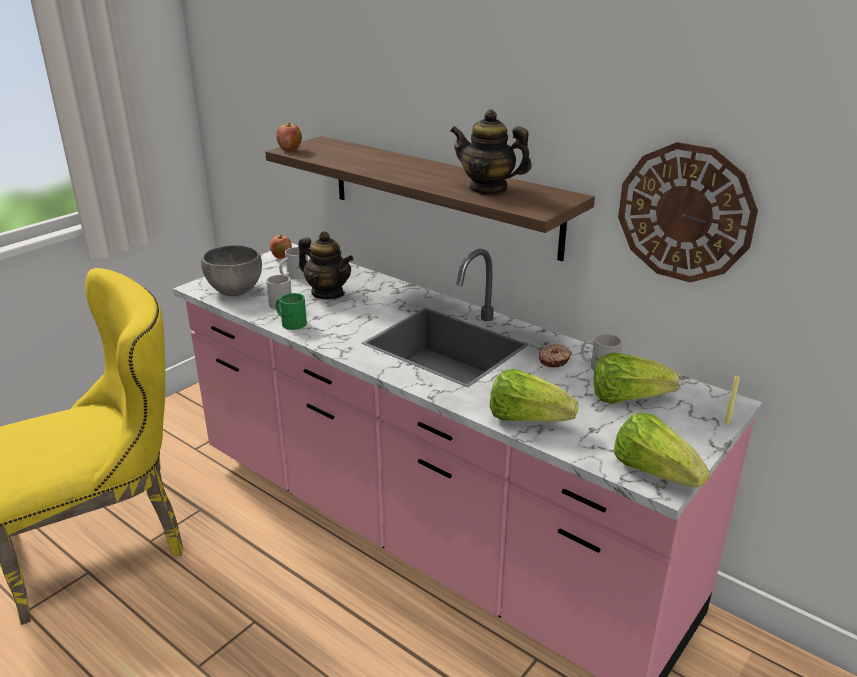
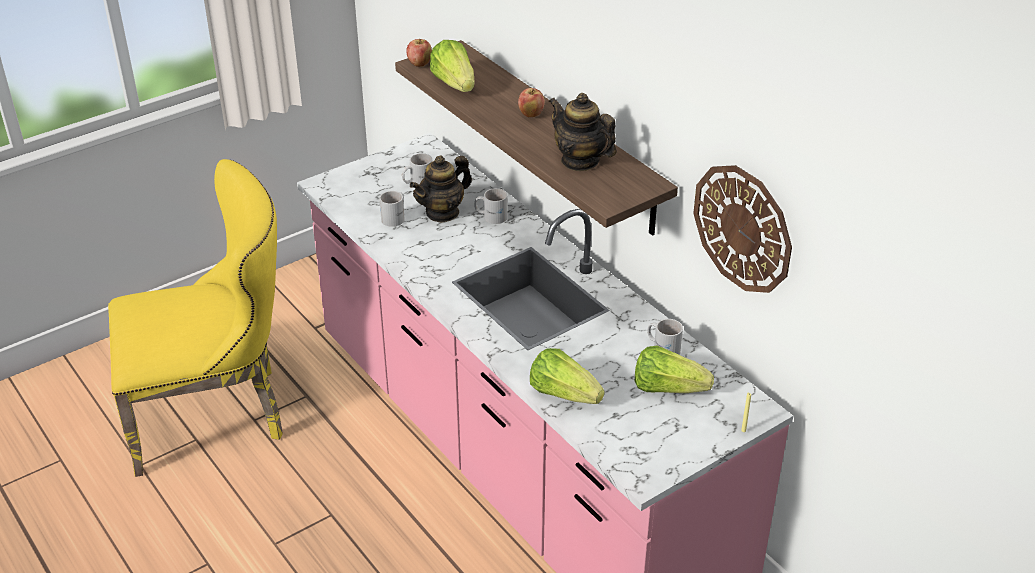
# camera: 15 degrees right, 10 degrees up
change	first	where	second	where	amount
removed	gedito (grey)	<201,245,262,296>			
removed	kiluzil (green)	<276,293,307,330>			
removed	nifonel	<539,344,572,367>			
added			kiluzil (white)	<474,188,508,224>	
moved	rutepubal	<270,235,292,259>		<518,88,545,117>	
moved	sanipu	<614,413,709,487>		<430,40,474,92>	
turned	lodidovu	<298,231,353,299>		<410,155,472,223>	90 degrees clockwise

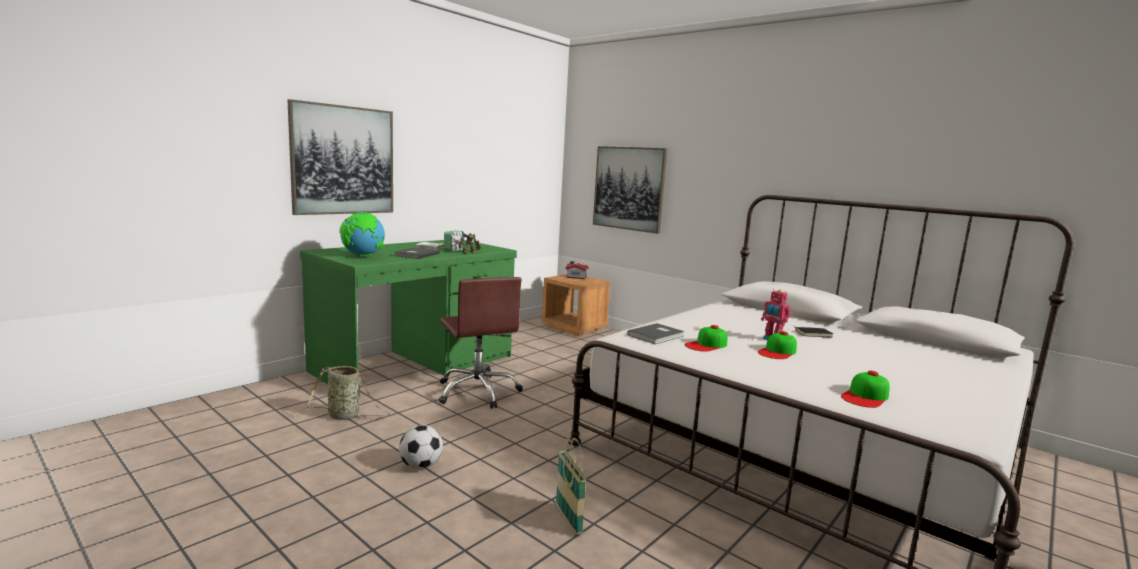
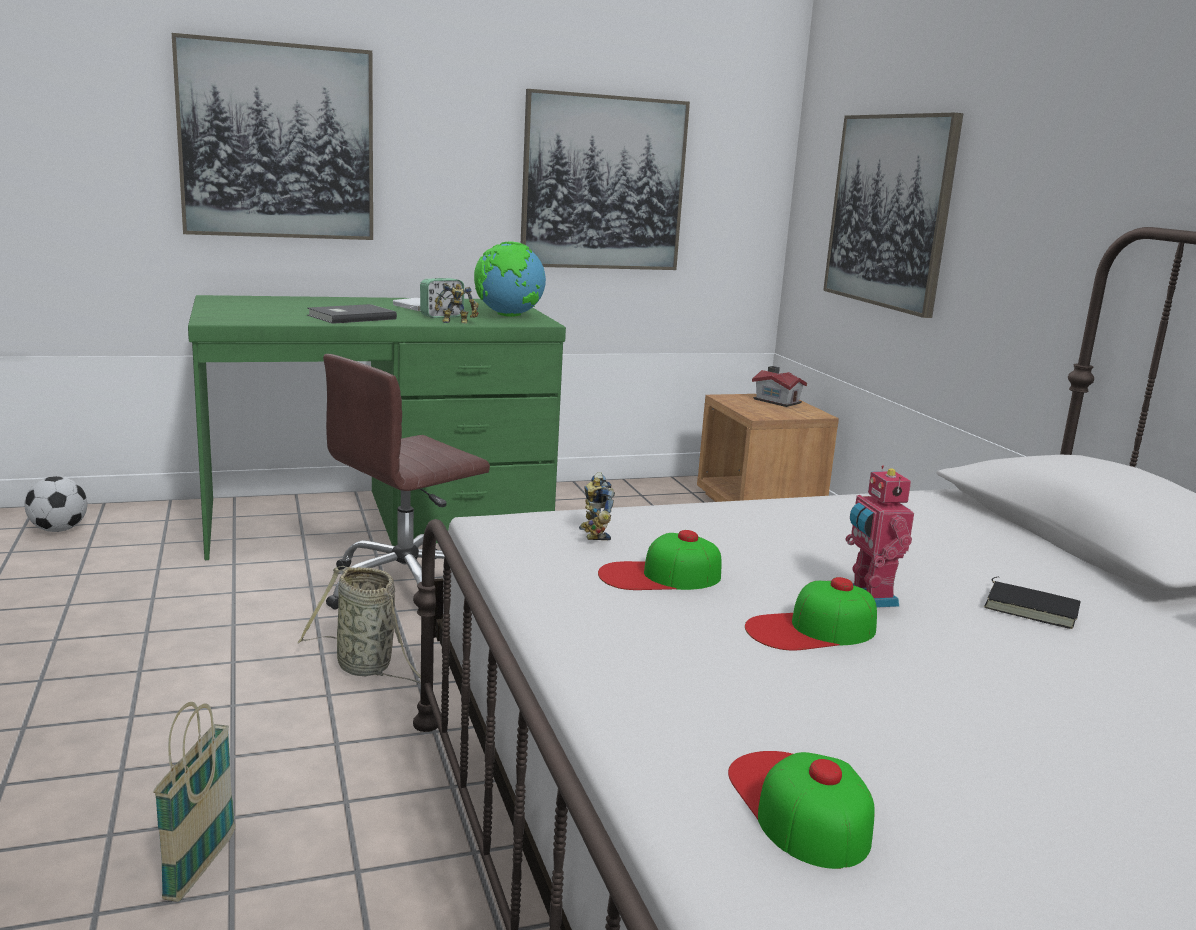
# camera: 30 degrees right, 5 degrees up
change	first	where	second	where	amount
added			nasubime	<521,89,690,270>	
moved	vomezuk	<306,366,390,420>		<298,566,421,684>	
moved	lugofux	<339,212,385,256>		<474,242,546,317>	
moved	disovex	<399,425,443,469>		<24,476,87,532>	
replaced	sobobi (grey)	<627,323,685,344>	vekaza	<579,472,615,540>	
turned	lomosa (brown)	<439,277,523,409>		<323,354,490,610>	45 degrees clockwise
turned	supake	<841,371,890,408>		<728,751,874,869>	90 degrees clockwise

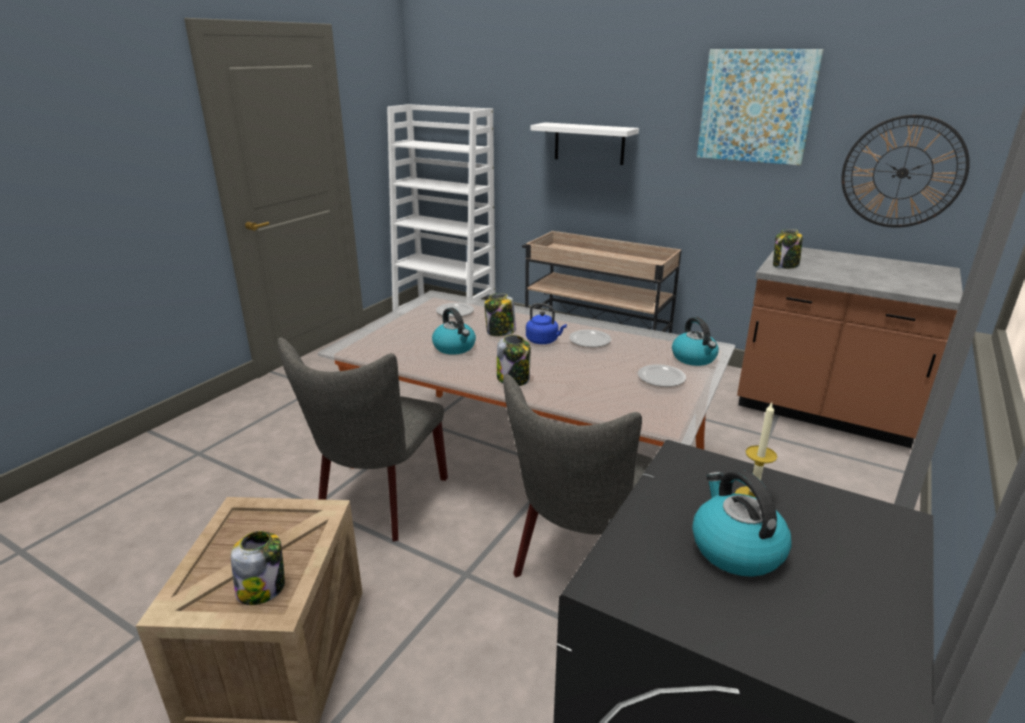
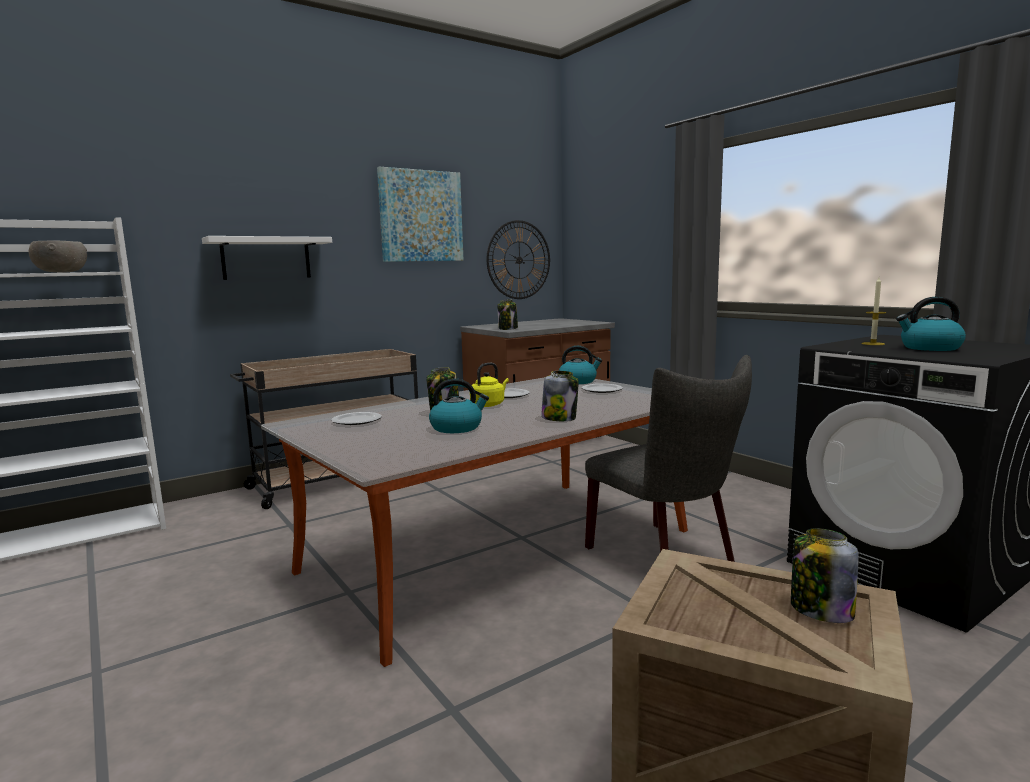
# camera: 65 degrees left, 15 degrees down
change	first	where	second	where	amount
removed	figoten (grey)	<278,337,448,542>			
added			gedito (grey)	<28,240,87,273>	
recoloured	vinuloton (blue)	<526,303,567,344>	vinuloton (yellow)	<470,363,509,407>	

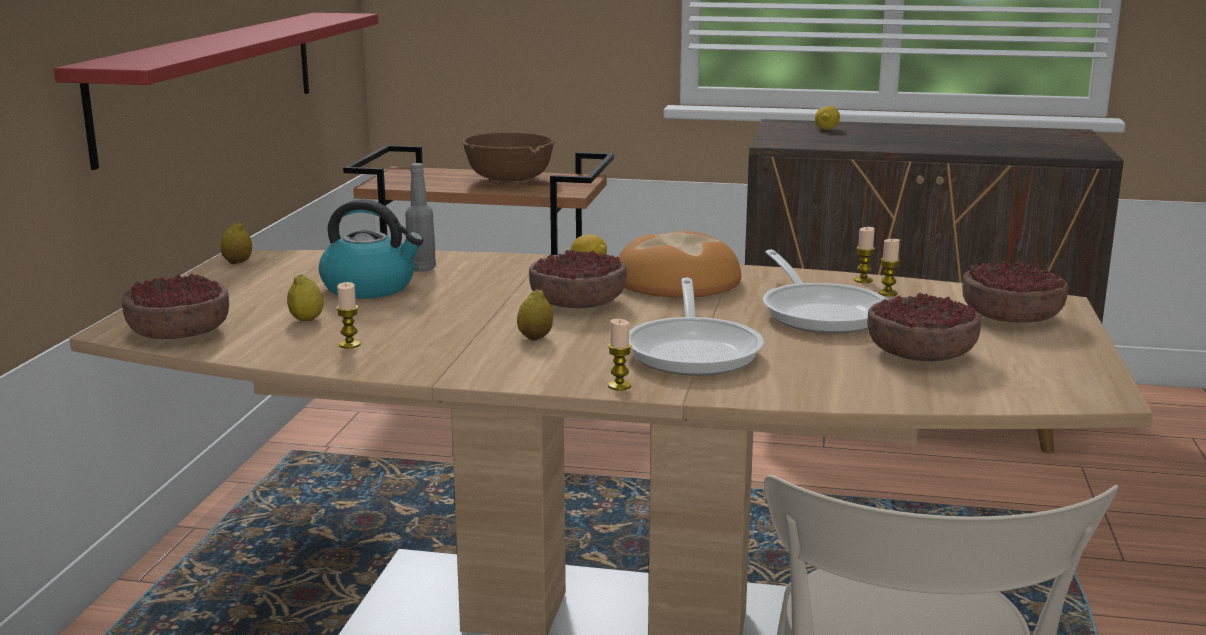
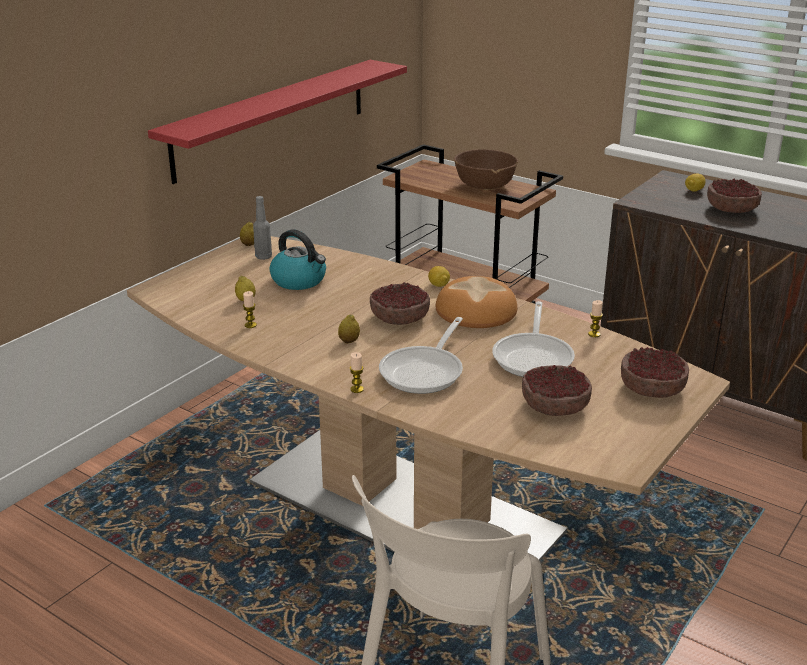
# camera: 25 degrees right, 10 degrees up
change	first	where	second	where	amount
removed	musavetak	<878,239,900,296>			
moved	gedito	<122,273,229,339>		<707,179,762,213>	
moved	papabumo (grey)	<405,163,436,272>		<253,196,272,260>	

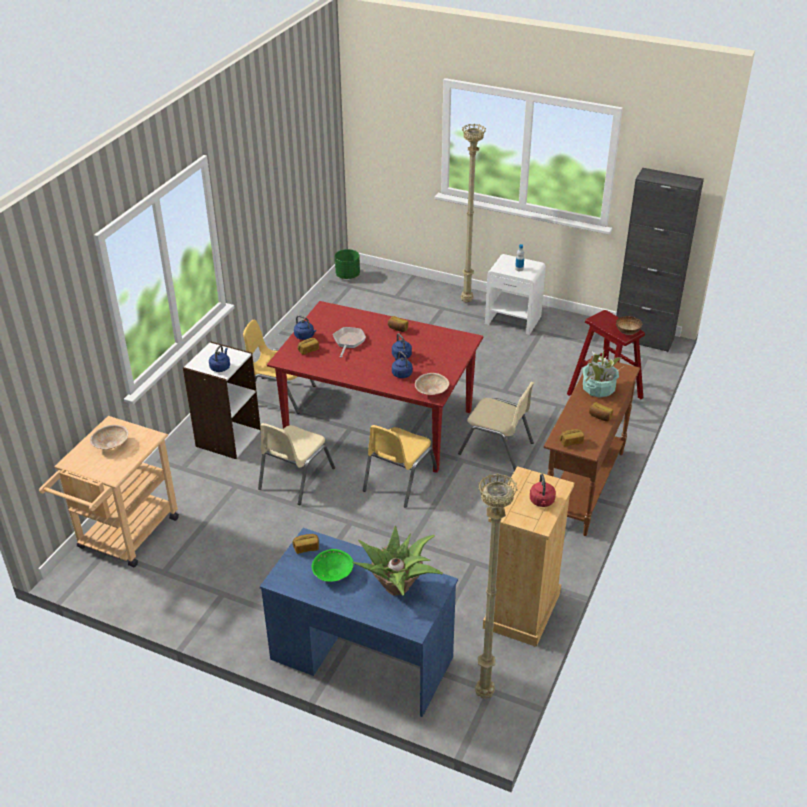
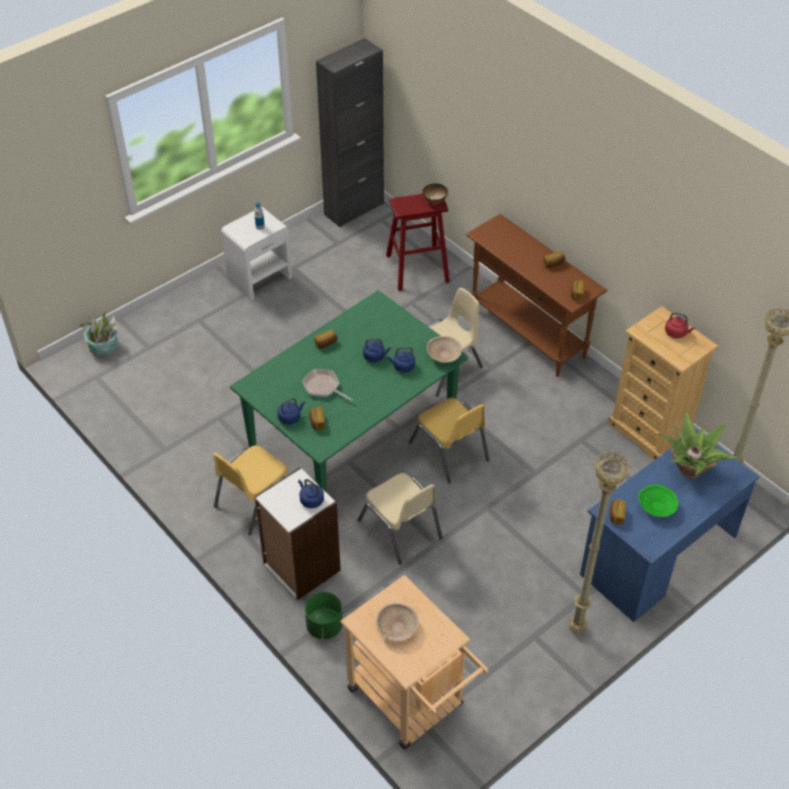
# camera: 65 degrees left, 10 degrees up
change	first	where	second	where	amount
moved	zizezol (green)	<335,249,360,279>		<305,592,343,639>	
moved	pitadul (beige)	<461,124,486,303>		<569,451,630,634>	
moved	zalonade	<583,350,622,398>		<77,311,119,355>	
recoloured	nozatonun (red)	<267,301,483,473>	nozatonun (green)	<230,290,469,493>	

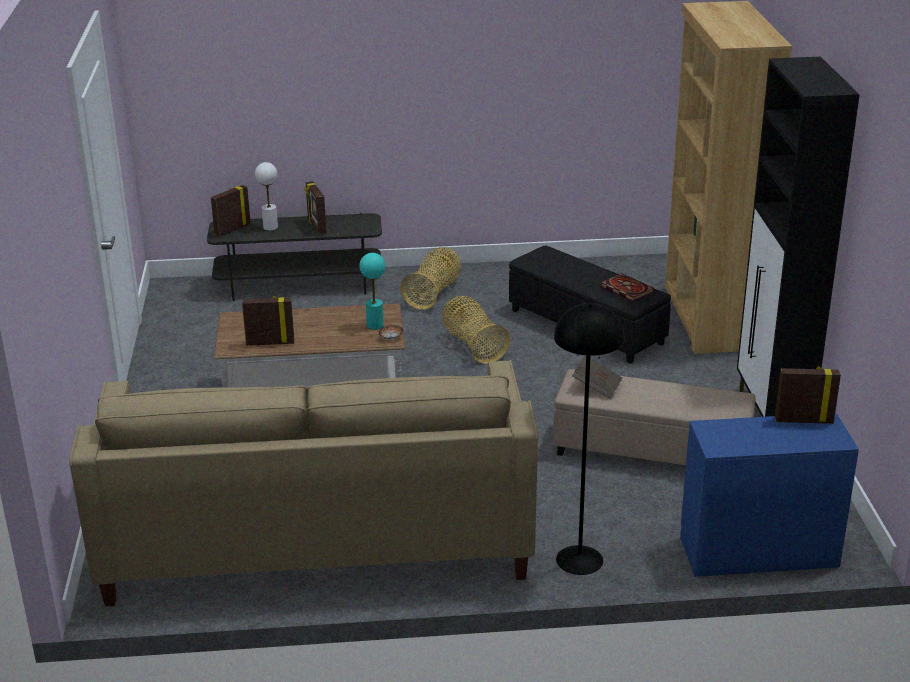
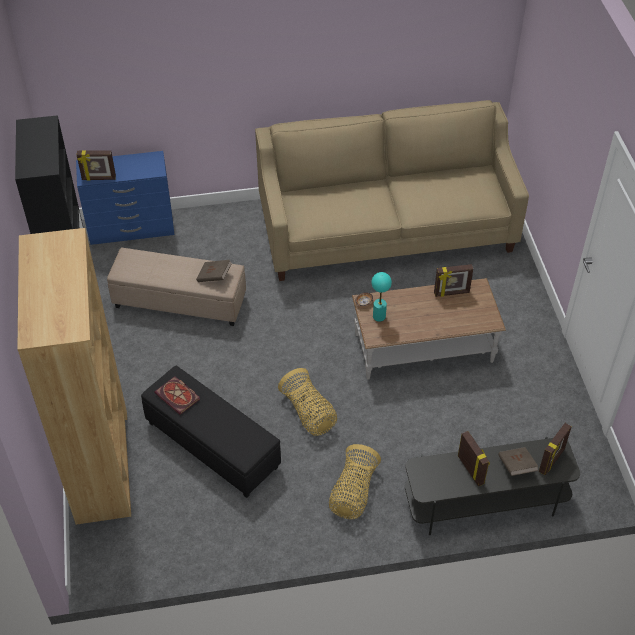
# camera: 175 degrees right, 20 degrees up
change	first	where	second	where	amount
removed	pitadul (black)	<554,303,624,575>			
replaced	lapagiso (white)	<255,162,278,231>	sobobi (brown)	<498,447,538,476>	

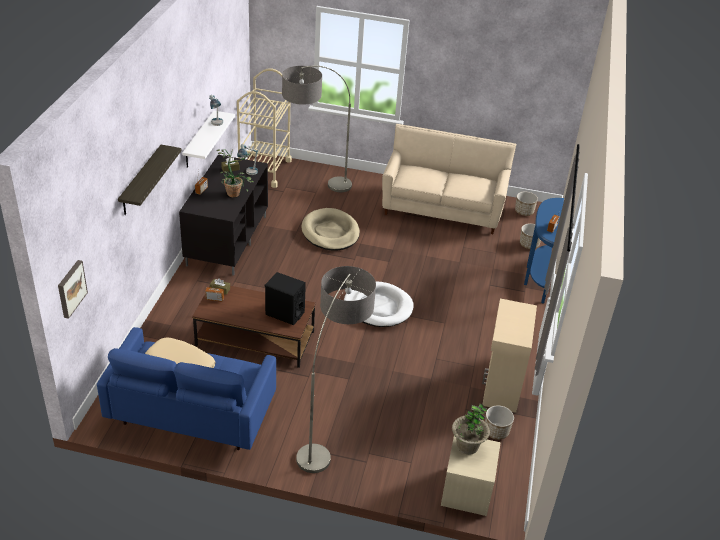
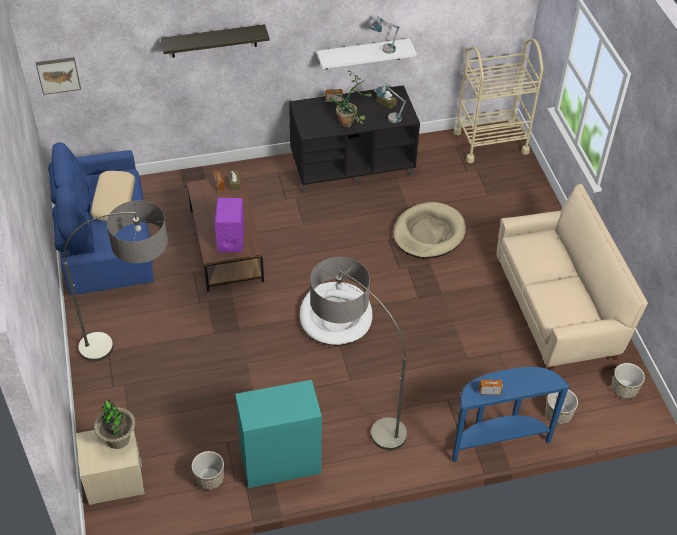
# camera: 65 degrees right, 10 degrees up
change	first	where	second	where	amount
moved	pitadul	<282,66,352,192>		<310,257,407,450>	
recoloured	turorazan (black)	<265,272,306,325>	turorazan (purple)	<215,198,245,253>	
recoloured	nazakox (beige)	<482,299,537,413>	nazakox (turquoise)	<235,380,322,488>	

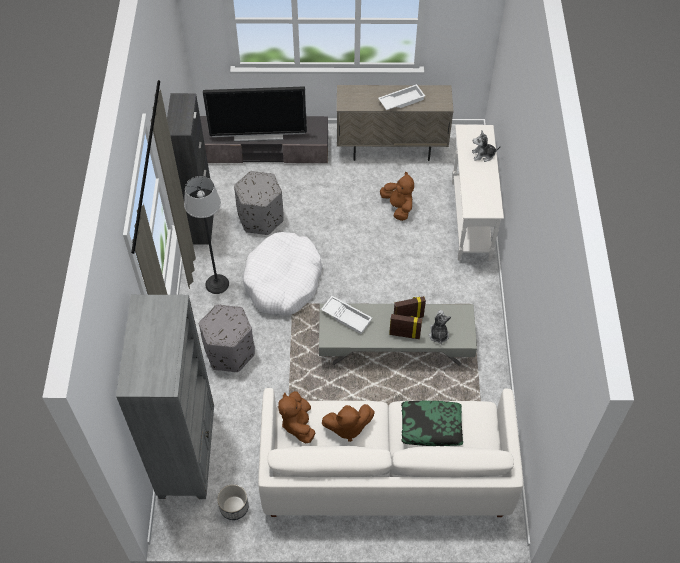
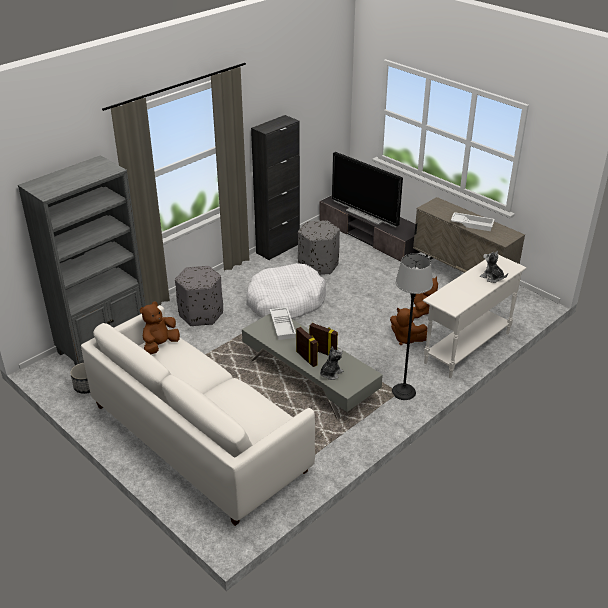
# camera: 45 degrees right, 20 degrees down
change	first	where	second	where	amount
removed	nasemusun	<401,401,463,446>			
moved	pitadul	<184,176,229,294>		<392,253,433,400>	
moved	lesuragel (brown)	<322,404,375,442>		<390,308,427,345>	

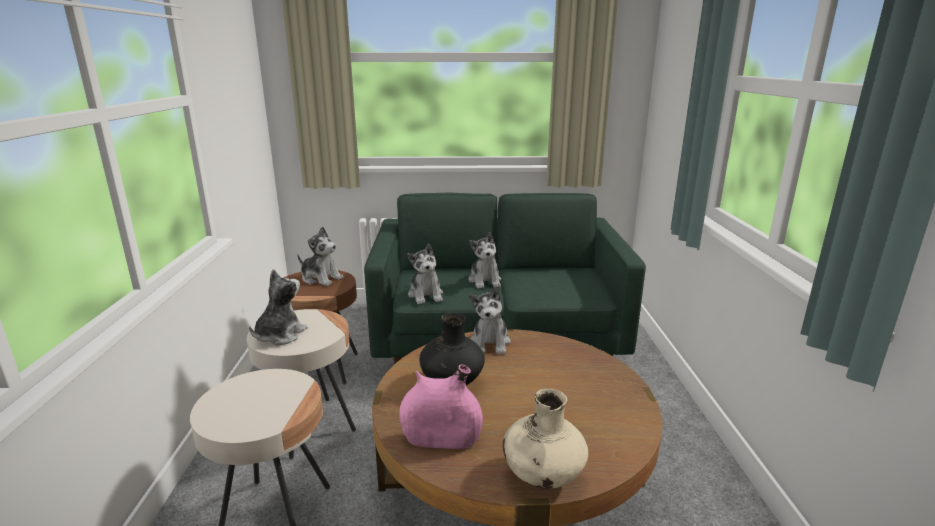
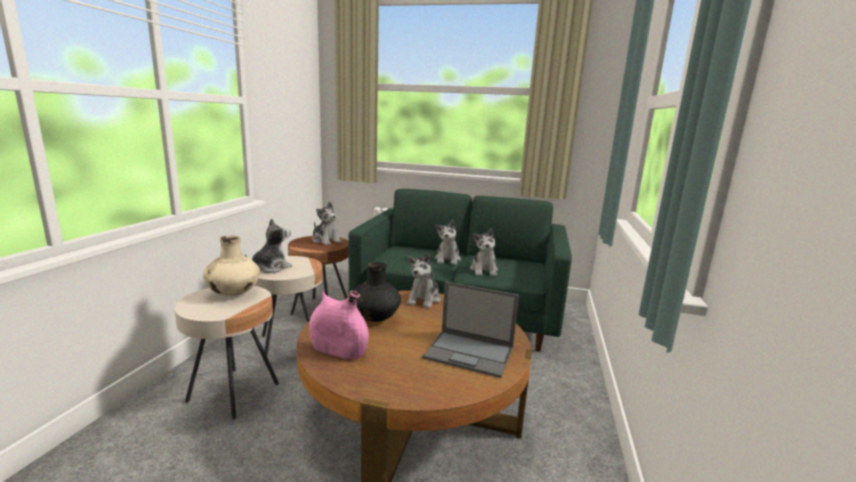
# camera: 15 degrees right, 5 degrees down
change	first	where	second	where	amount
added			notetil	<423,281,519,378>	
moved	lesuragel	<407,244,443,304>		<470,228,498,276>	
moved	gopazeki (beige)	<503,389,588,489>		<203,236,260,296>	

